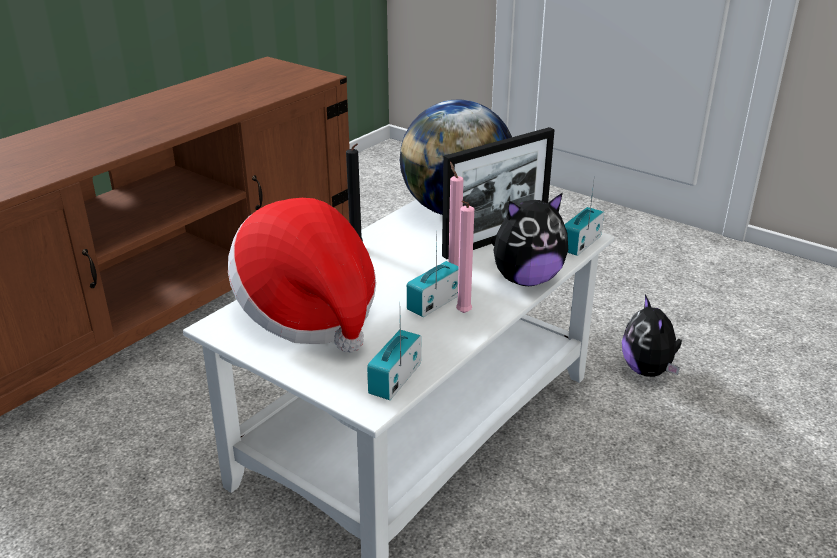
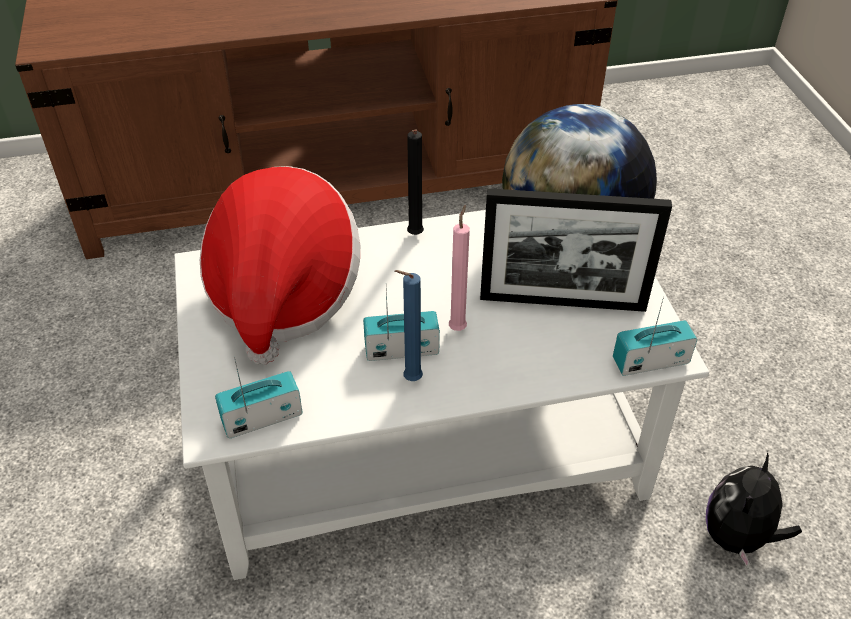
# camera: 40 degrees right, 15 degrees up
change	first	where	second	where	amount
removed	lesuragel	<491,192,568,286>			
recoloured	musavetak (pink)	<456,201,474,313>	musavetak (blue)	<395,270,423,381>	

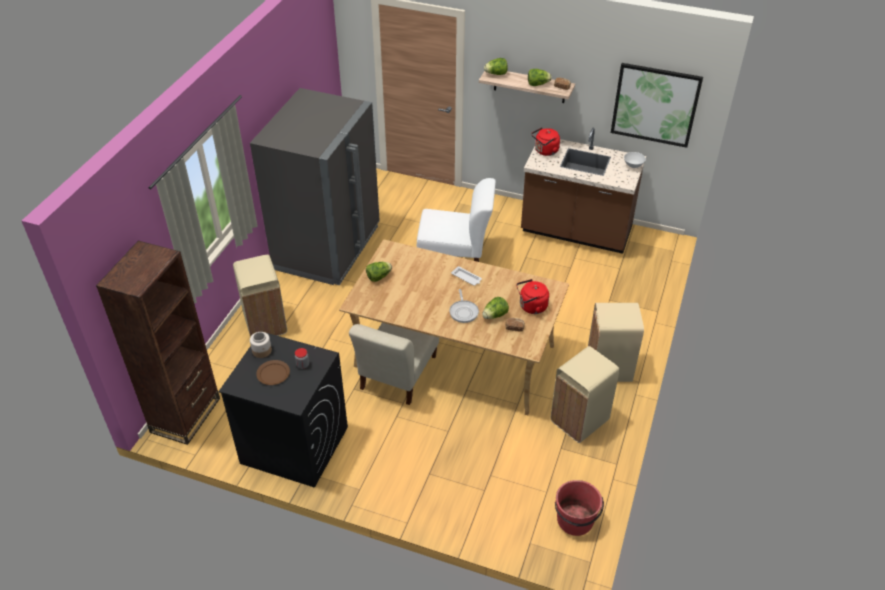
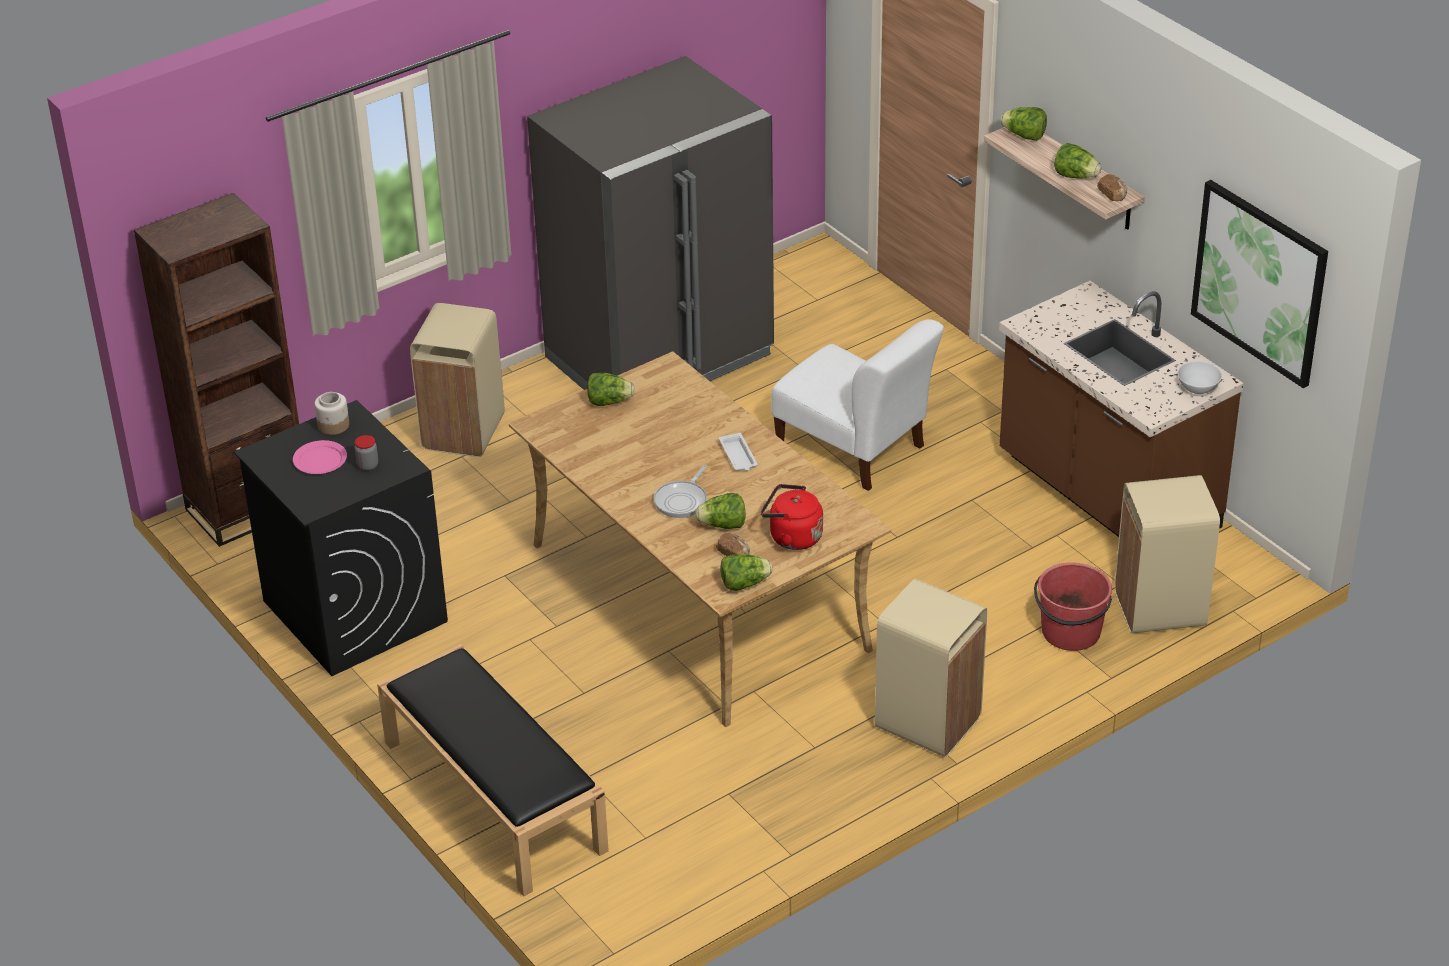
# camera: 35 degrees right, 5 degrees down
change	first	where	second	where	amount
removed	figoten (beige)	<349,323,439,405>			
removed	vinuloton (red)	<531,127,560,156>			
added			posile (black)	<377,644,609,896>	
added			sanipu	<720,554,772,591>	
moved	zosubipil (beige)	<551,346,619,443>		<1114,475,1220,633>	
moved	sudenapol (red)	<555,480,604,536>		<1034,562,1112,651>	
recoloured	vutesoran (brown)	<256,360,290,385>	vutesoran (pink)	<293,440,347,474>	

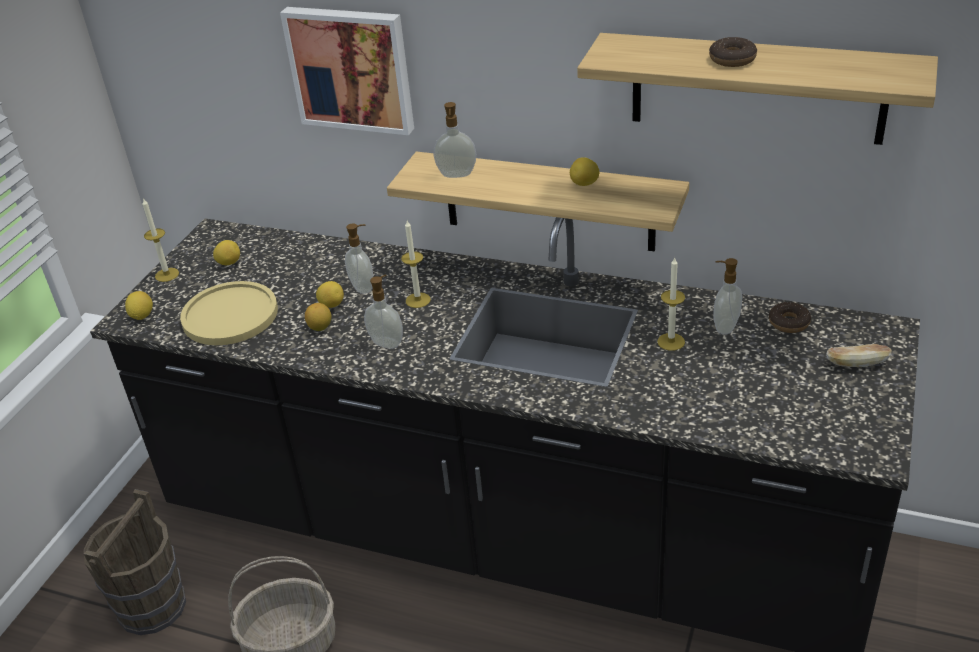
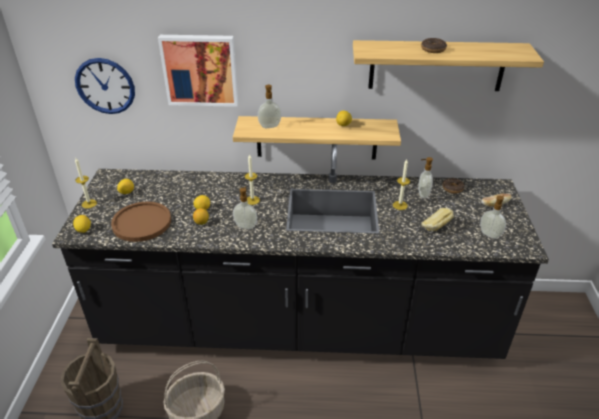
# camera: 20 degrees left, 0 degrees up
change	first	where	second	where	amount
added			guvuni	<75,58,135,114>	
added			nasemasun	<421,208,454,231>	
moved	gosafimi	<345,223,373,294>		<480,195,506,239>	
recoloured	vutesoran (yellow)	<180,281,278,345>	vutesoran (brown)	<111,202,171,242>	

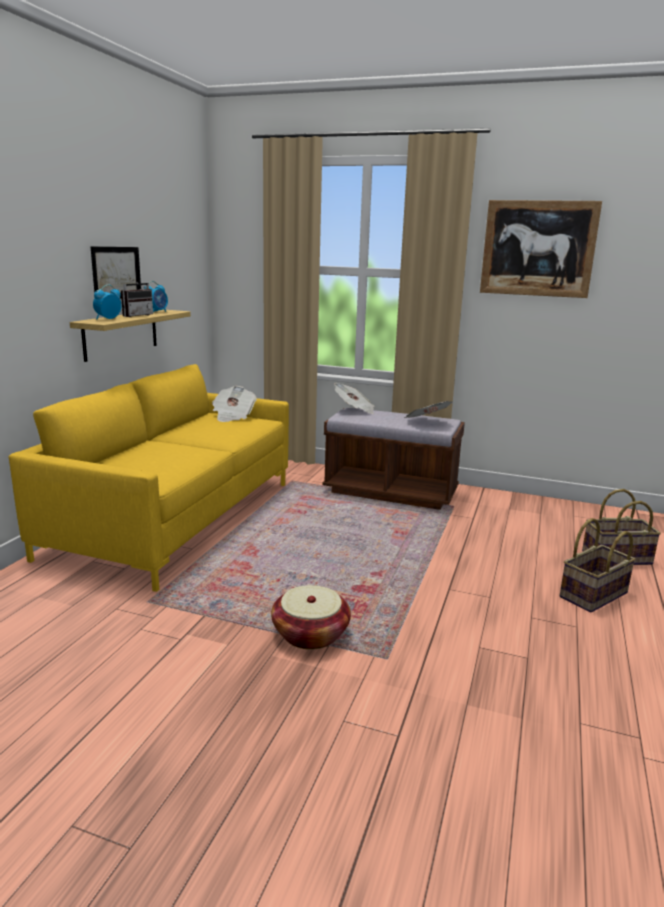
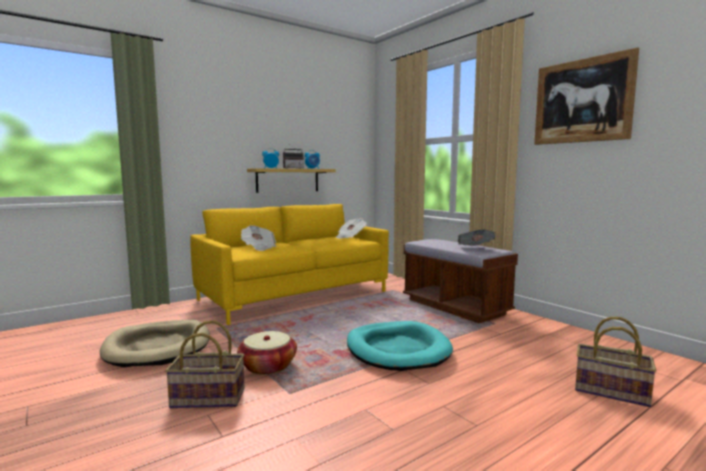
# camera: 35 degrees right, 10 degrees down
change	first	where	second	where	amount
removed	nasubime	<90,246,141,298>			
added			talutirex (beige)	<100,320,210,367>	
added			talutirex (turquoise)	<347,321,453,371>	
moved	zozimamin	<334,383,374,414>		<241,225,276,251>	
moved	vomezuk	<559,518,636,612>		<165,320,245,408>	

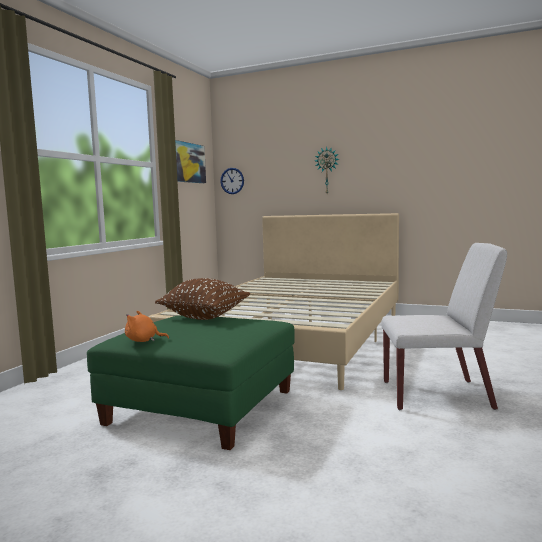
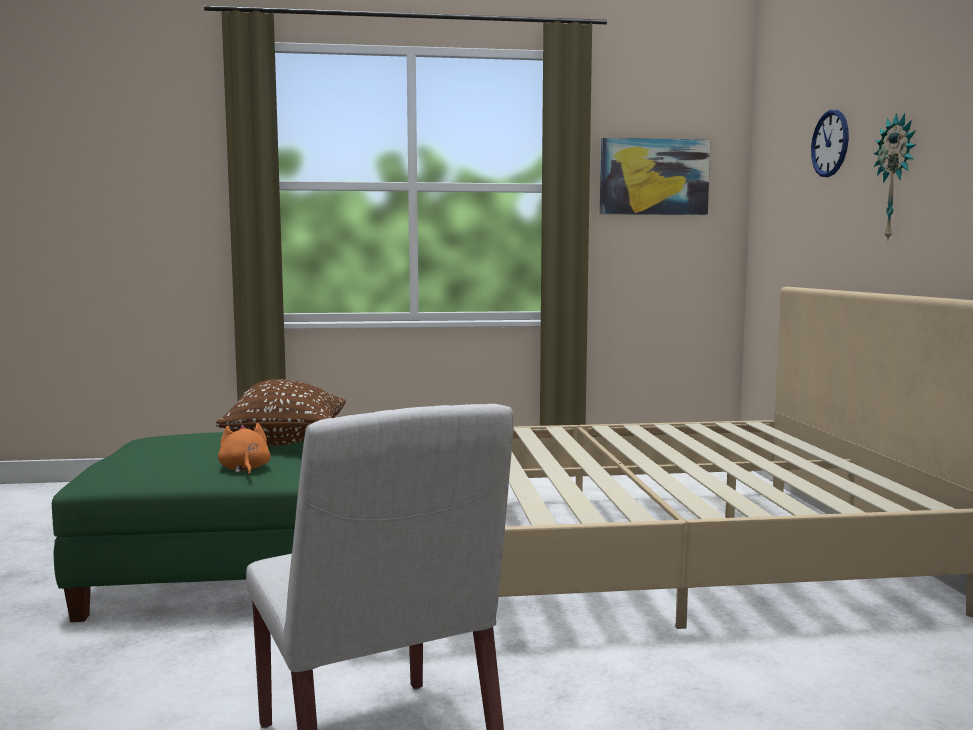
# camera: 60 degrees right, 0 degrees up
change	first	where	second	where	amount
moved	lesuragel (orange)	<125,311,169,342>		<218,423,271,475>	
moved	guvuni	<220,168,244,194>		<811,110,849,177>	

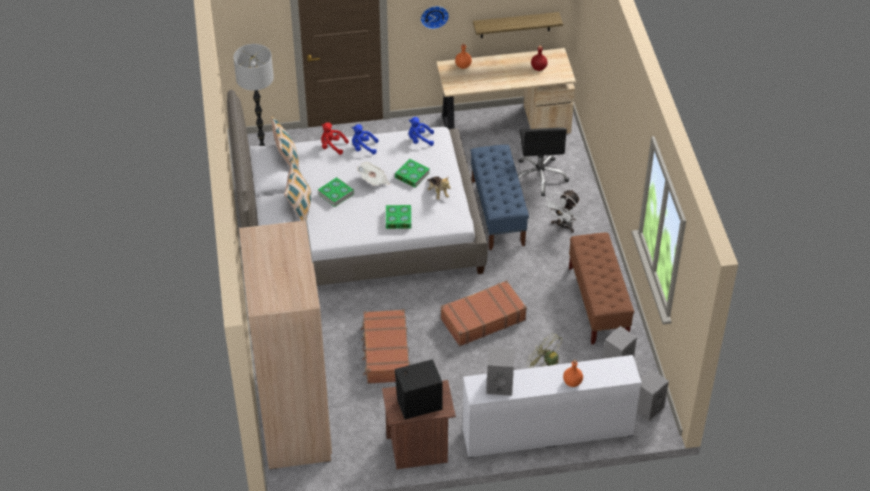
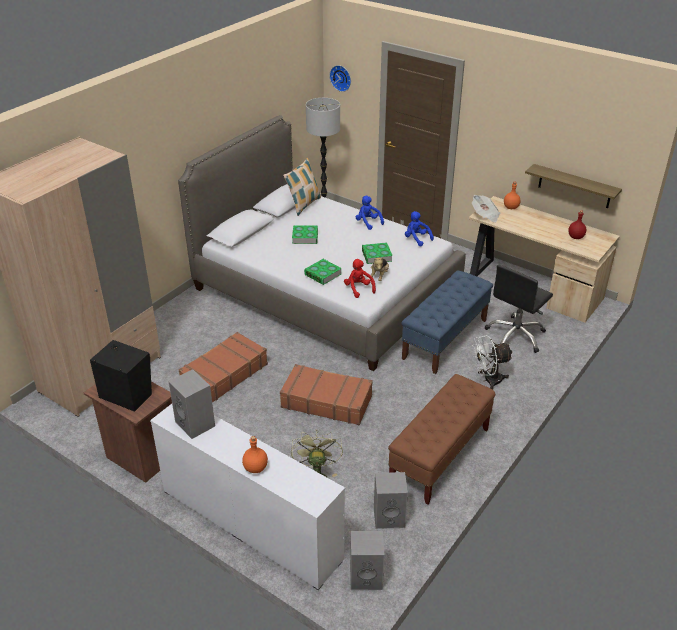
# camera: 45 degrees right, 10 degrees down
change	first	where	second	where	amount
removed	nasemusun	<284,160,312,221>			
moved	lesuragel (red)	<321,123,349,155>		<344,259,376,298>	
moved	zozimamin	<357,162,390,186>		<472,195,500,223>	
moved	guvuni	<421,6,449,29>		<329,65,351,92>	

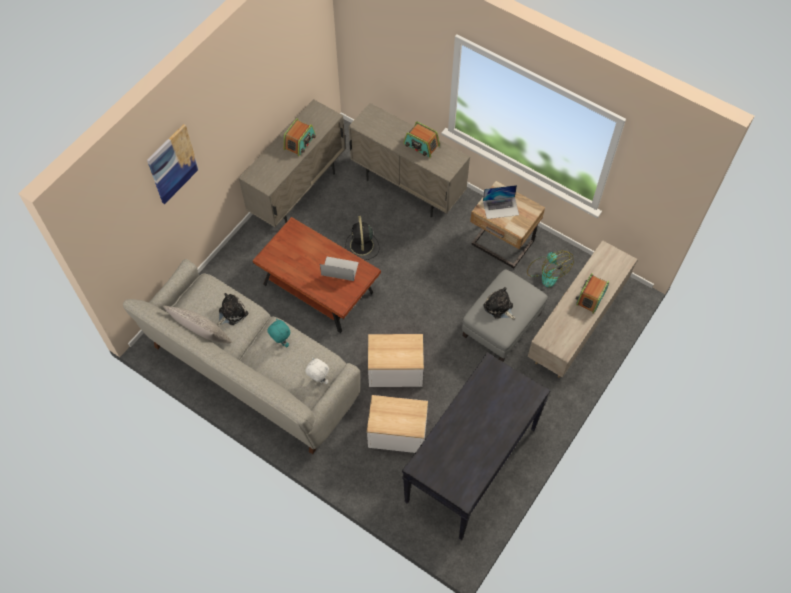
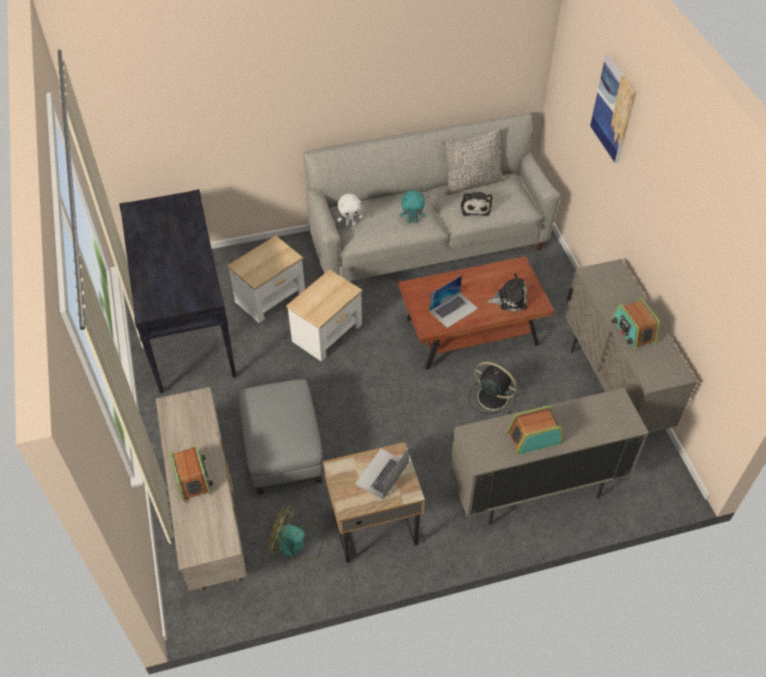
# camera: 130 degrees right, 10 degrees down
change	first	where	second	where	amount
moved	lesuragel	<483,287,516,319>		<487,273,527,311>	

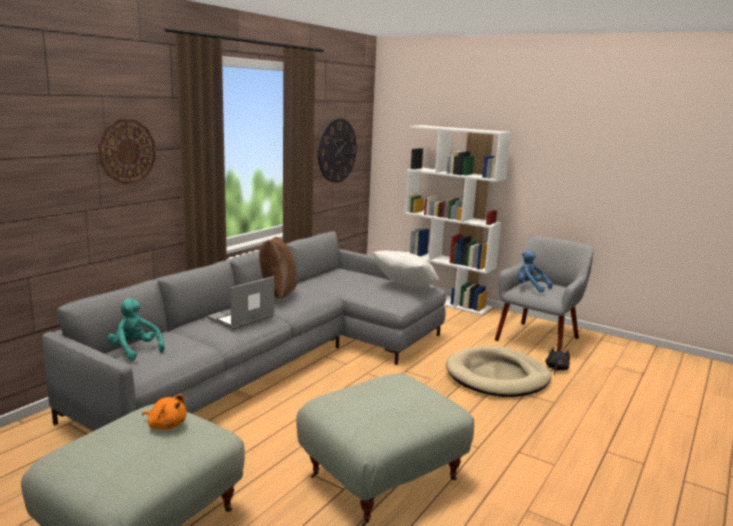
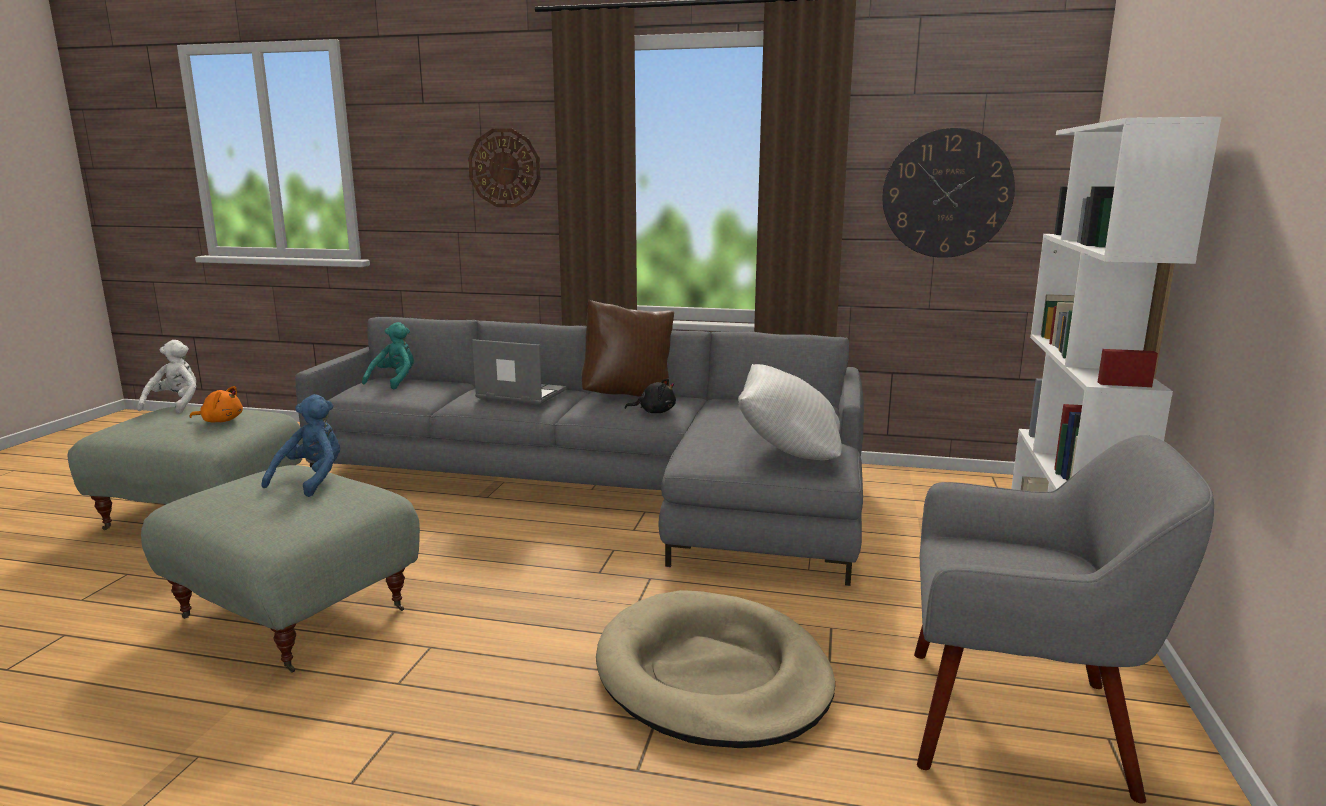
# camera: 70 degrees right, 0 degrees up
change	first	where	second	where	amount
added			lesuragel (white)	<137,340,196,413>	
moved	lesuragel (blue)	<518,250,553,293>		<261,394,340,497>	
moved	lesuragel (black)	<546,347,570,375>		<625,378,676,413>	
turned	lesuragel (orange)	<142,394,187,430>		<190,386,243,423>	90 degrees counterclockwise

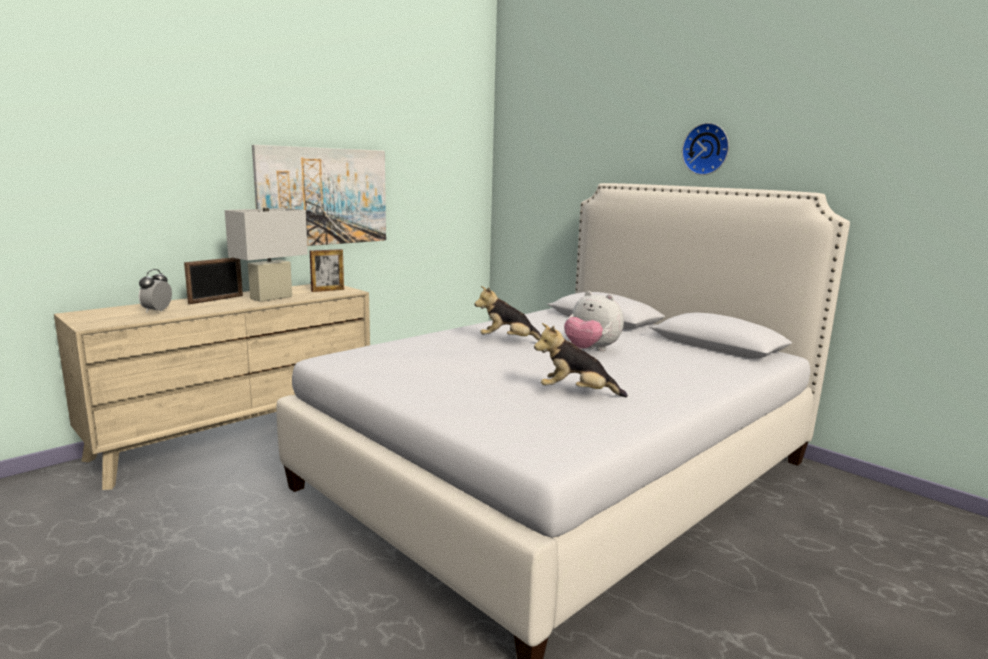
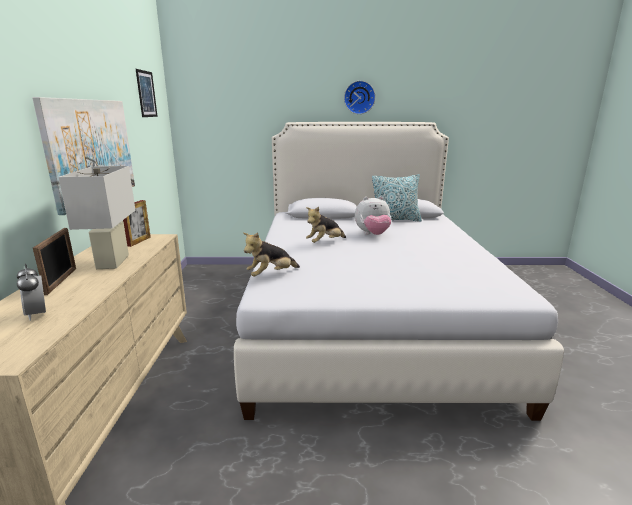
# camera: 45 degrees left, 5 degrees up
change	first	where	second	where	amount
added			nasubime	<136,69,158,117>	
added			nasemusun	<372,174,422,222>	
moved	lesuragel	<534,323,628,397>		<243,232,300,277>	

